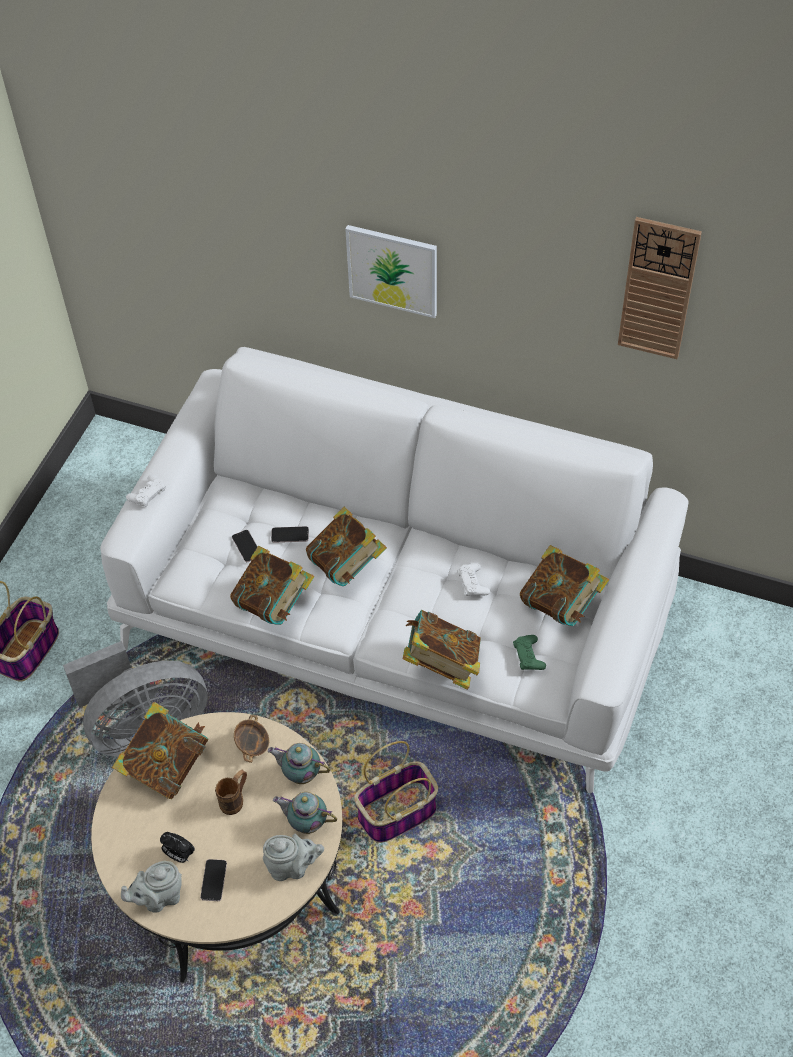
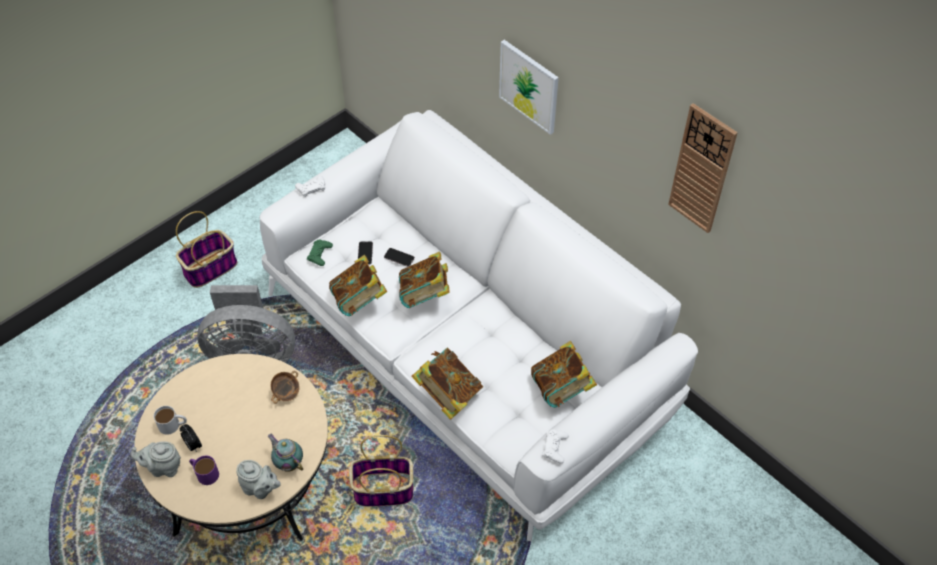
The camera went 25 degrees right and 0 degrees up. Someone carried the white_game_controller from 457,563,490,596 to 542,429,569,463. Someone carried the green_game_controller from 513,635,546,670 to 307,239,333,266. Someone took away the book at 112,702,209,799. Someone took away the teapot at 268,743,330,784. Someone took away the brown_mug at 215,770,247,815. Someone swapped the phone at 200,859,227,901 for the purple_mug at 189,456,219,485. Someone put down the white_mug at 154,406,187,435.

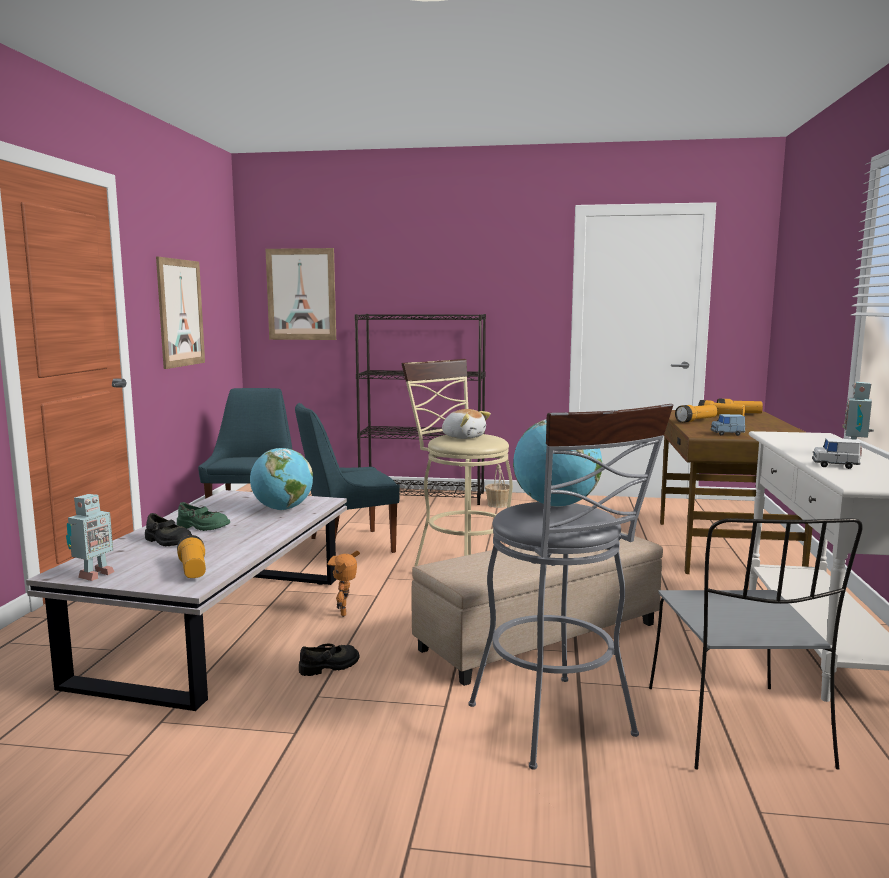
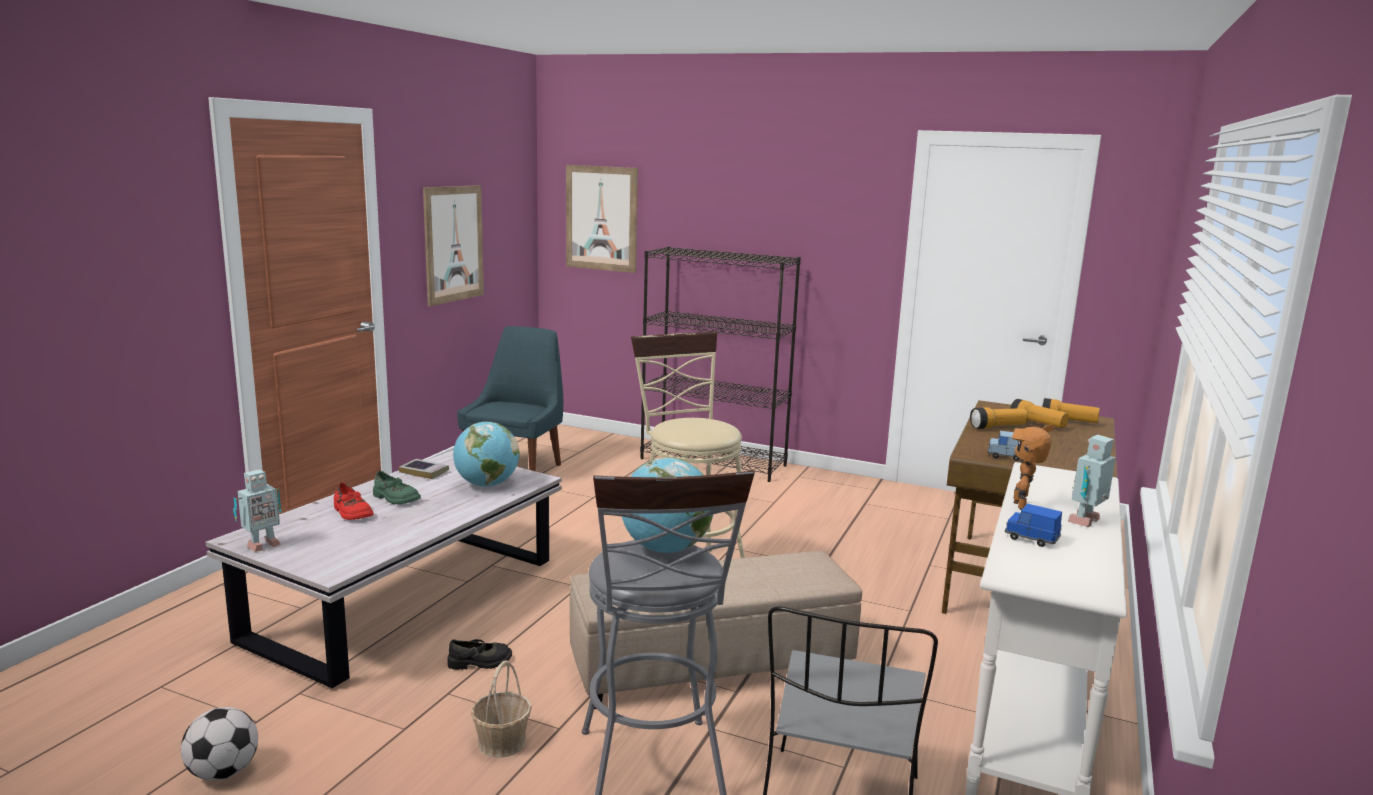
The camera went 15 degrees right and 5 degrees up. Someone took away the blue_chair at 295,403,400,553. Someone took away the plush_toy at 442,409,491,439. Someone repainted the white_toy_car at 812,438,861,469, which became the blue_toy_car at 1005,504,1062,547. Someone carried the basket from 485,464,509,508 to 471,660,532,757. Someone repainted the black_shoe at 145,513,192,546, which became the red_shoe at 333,482,374,520. Someone took away the flashlight at 177,535,206,578. Someone carried the toy_robot from 327,550,360,617 to 1011,424,1054,510. Someone put down the book at 399,459,449,479. Someone put down the football at 181,707,258,781.

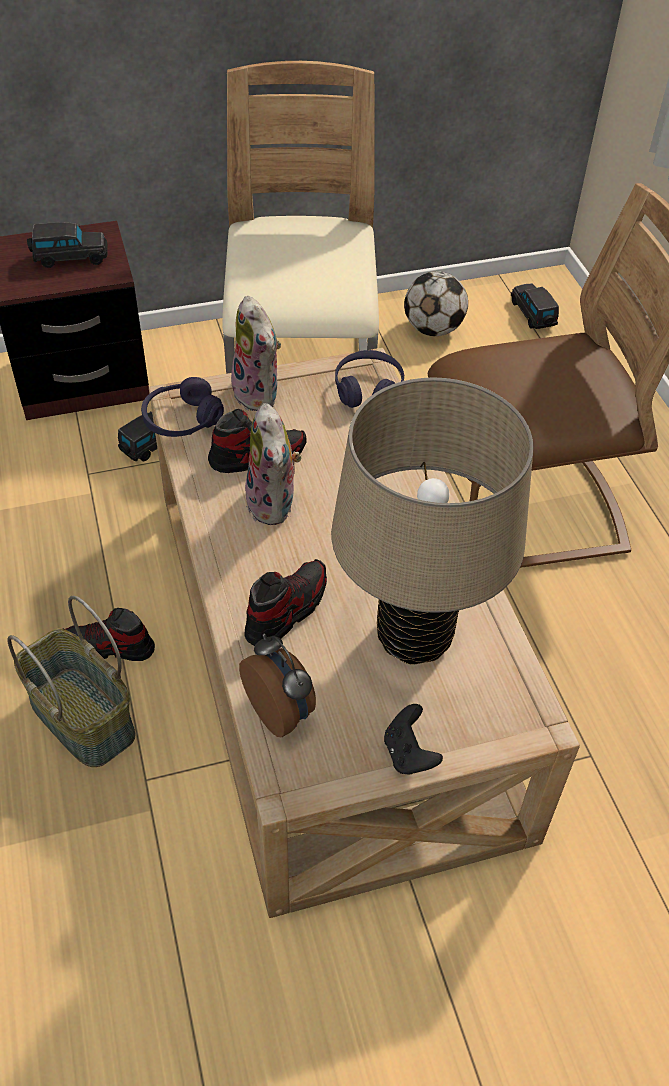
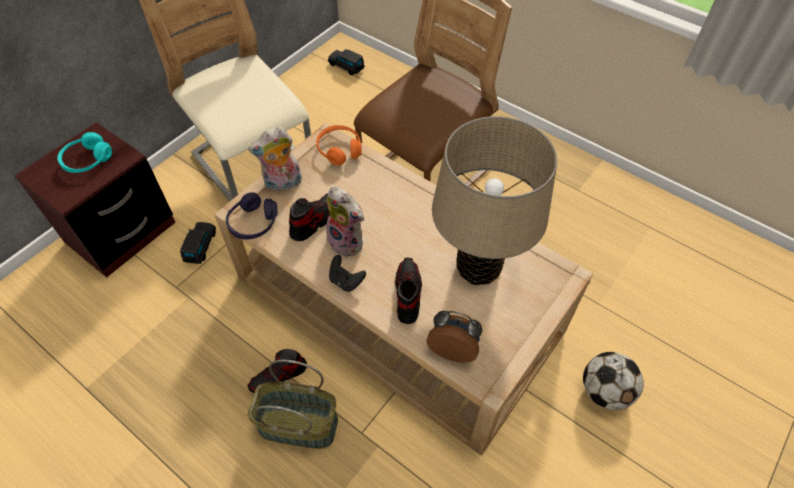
The camera went 35 degrees left and 5 degrees up. Someone swapped the black_toy_car at 27,222,108,268 for the turquoise_headphones at 57,132,112,173. Someone carried the football from 404,271,468,336 to 583,352,644,410. Someone rotated the plush_toy at 229,296,281,411 by 135 degrees clockwise. Someone repainted the purple_headphones at 335,350,404,408, which became the orange_headphones at 316,125,362,165. Someone carried the black_game_controller from 384,704,443,775 to 329,255,366,292.

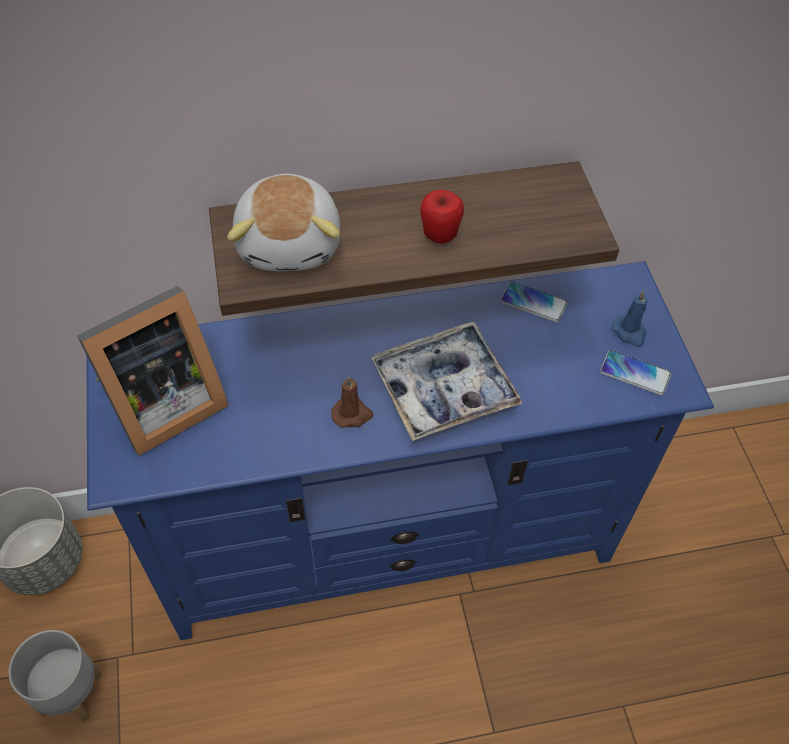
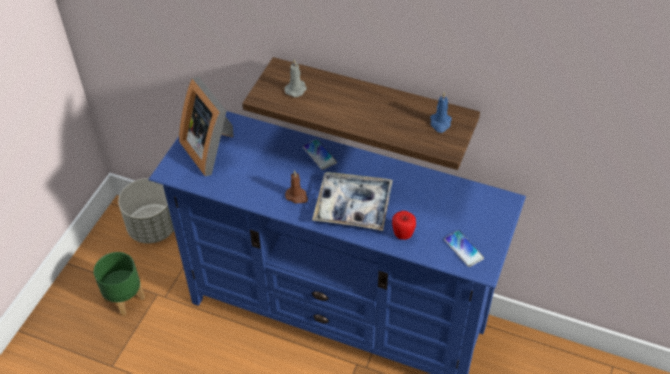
The camera went 35 degrees right and 5 degrees down. Someone swapped the plush_toy at 227,174,340,271 for the grey_candle at 284,59,307,97. Someone carried the apple from 420,190,464,243 to 392,211,416,240. Someone carried the phone from 500,281,568,322 to 303,139,337,170. Someone rotated the picture_frame at 77,286,229,456 by 60 degrees clockwise. Someone carried the blue_candle from 612,291,648,347 to 430,92,452,133. Someone repainted the grey_planter at 9,630,103,722, which became the green_planter at 94,252,145,316.

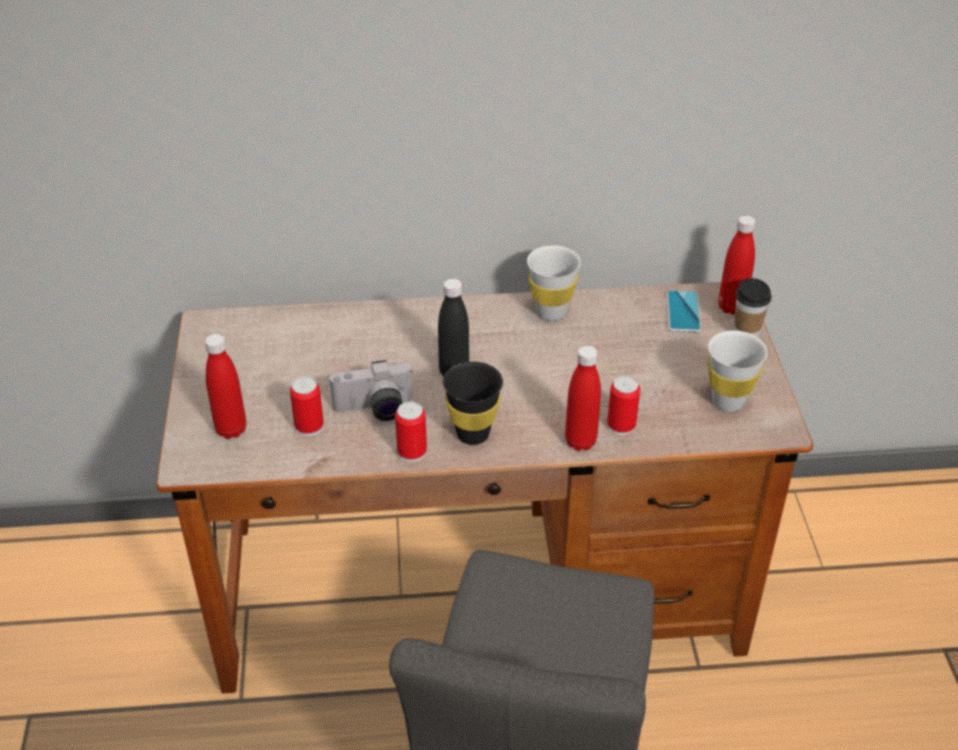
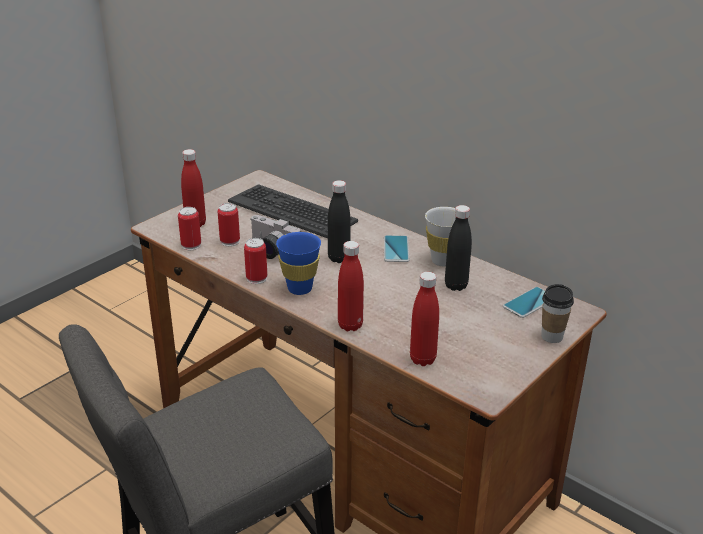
The camera went 45 degrees right and 10 degrees down. Someone carried the red_bottle from 718,215,756,315 to 410,272,439,366. Someone took away the white_cup at 708,330,768,412. Someone repainted the black_cup at 443,362,503,445, which became the blue_cup at 276,232,321,295. Someone carried the can from 607,376,640,435 to 178,207,201,250. Someone put down the keyboard at 228,184,358,239. Someone put down the black_bottle at 445,205,472,291. Someone put down the phone at 384,235,409,262.

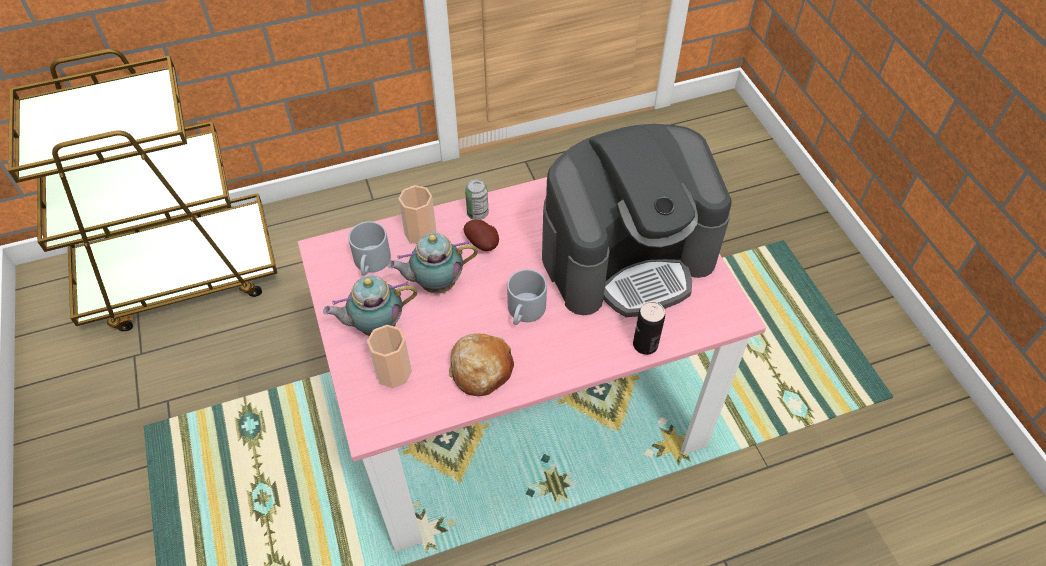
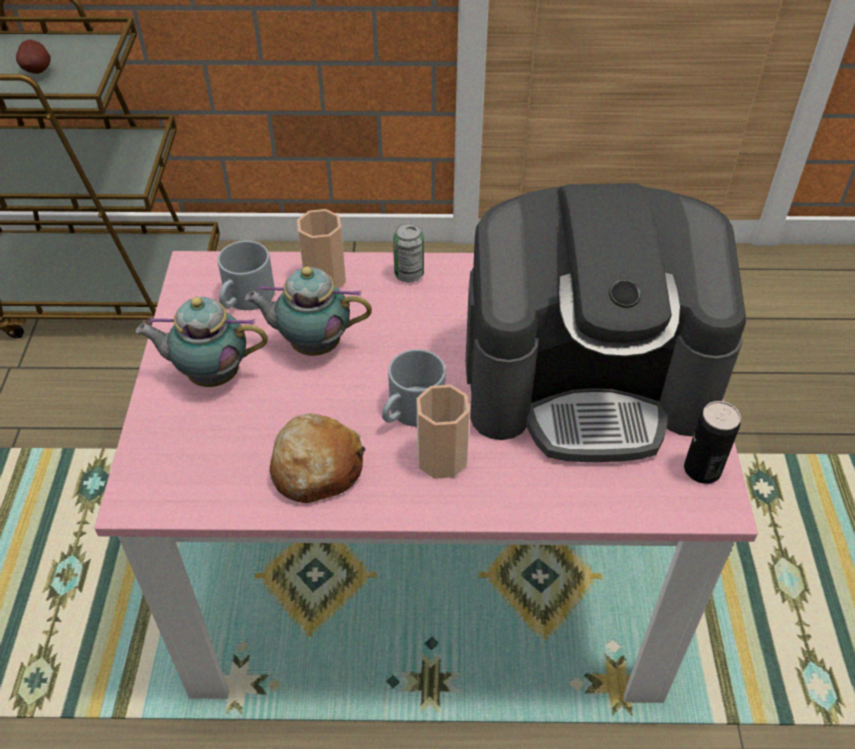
The camera went 20 degrees right and 5 degrees down. Someone carried the potato from 464,220,499,251 to 16,40,51,74. Someone carried the can from 633,301,665,355 to 684,401,741,484. Someone carried the cup from 367,325,412,388 to 417,385,470,479.

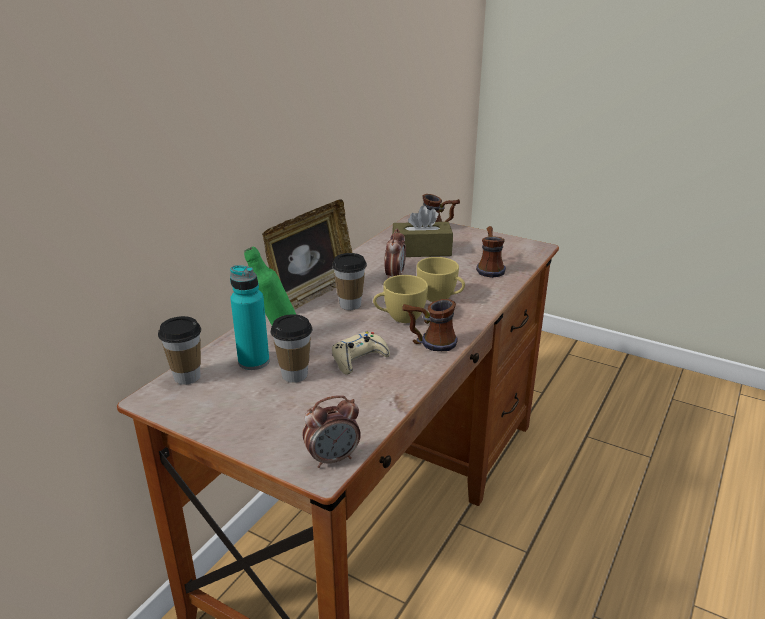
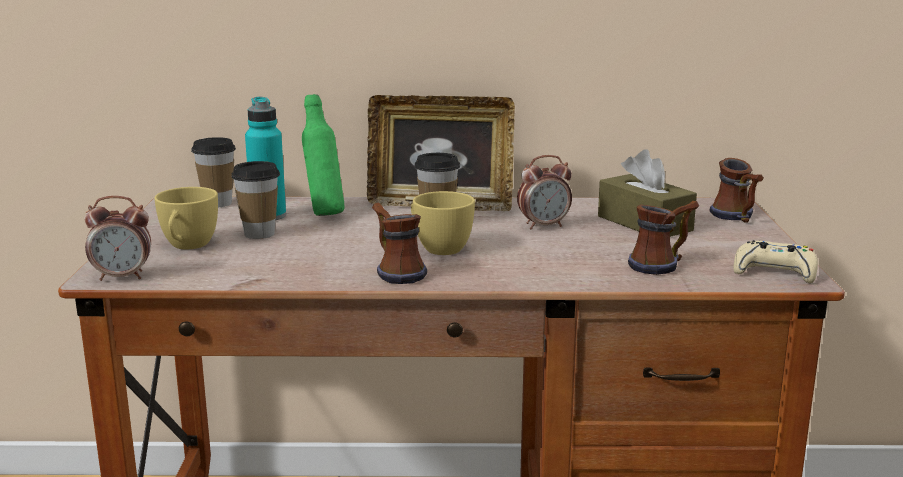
The camera went 60 degrees right and 10 degrees down. Someone carried the yellow_cup from 417,257,465,302 to 154,187,218,249. Someone carried the beige_game_controller from 332,331,390,375 to 733,240,818,283. Someone rotated the alarm_clock at 302,395,361,468 by 45 degrees counterclockwise.

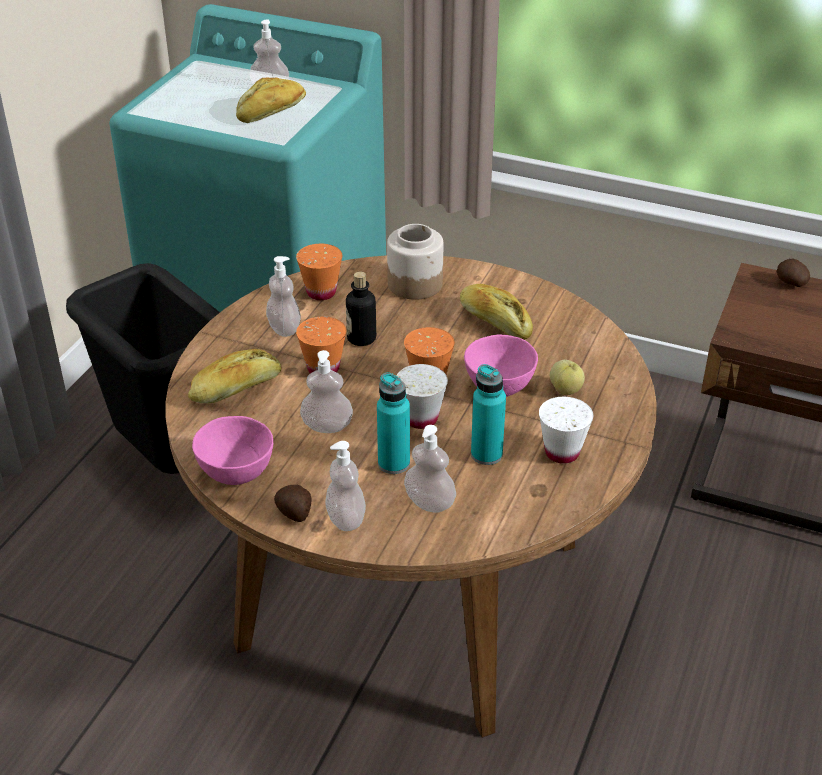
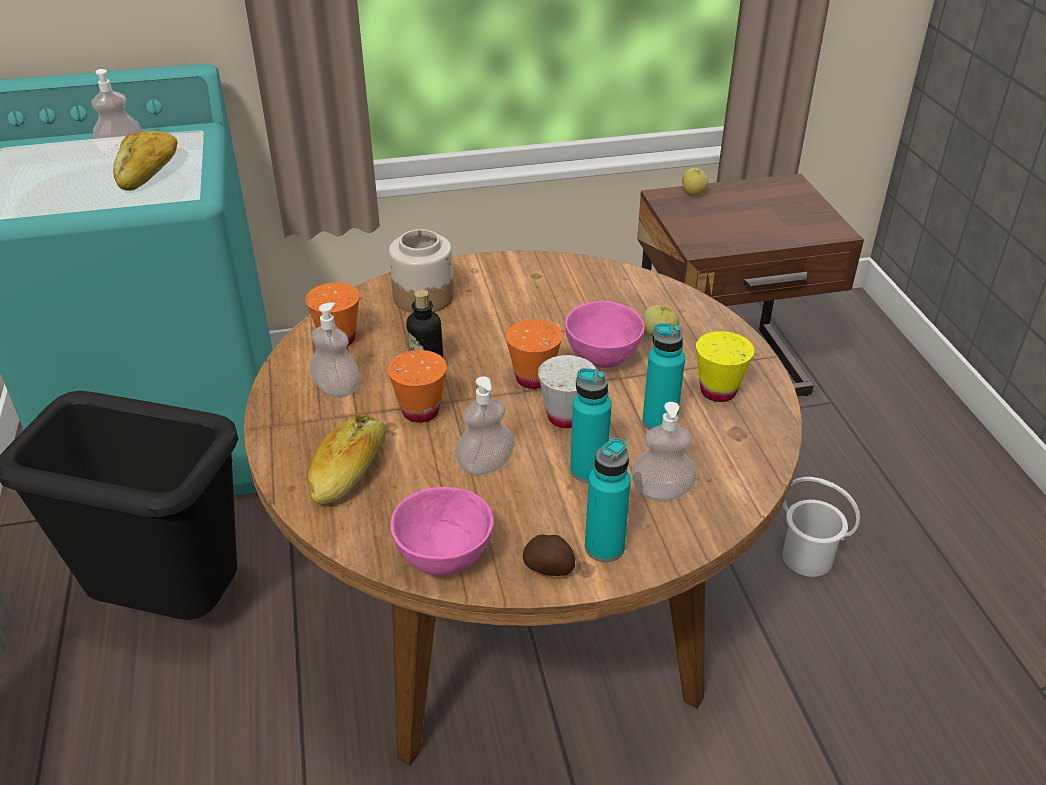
The camera went 35 degrees left and 0 degrees up. Someone swapped the potato at 777,259,810,287 for the apple at 682,168,708,195. Someone took away the bread at 460,284,533,340. Someone repainted the white_cup at 539,397,593,464, which became the yellow_cup at 696,331,754,402. Someone swapped the soap_dispenser at 325,441,366,531 for the turquoise_bottle at 585,438,631,562. Someone put down the white_bucket at 782,477,860,577.

